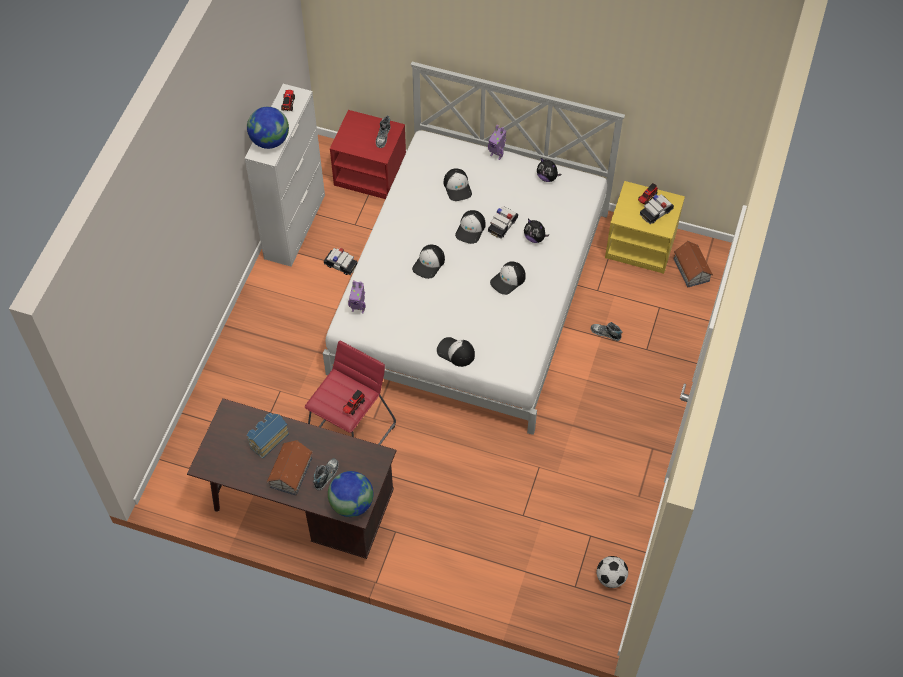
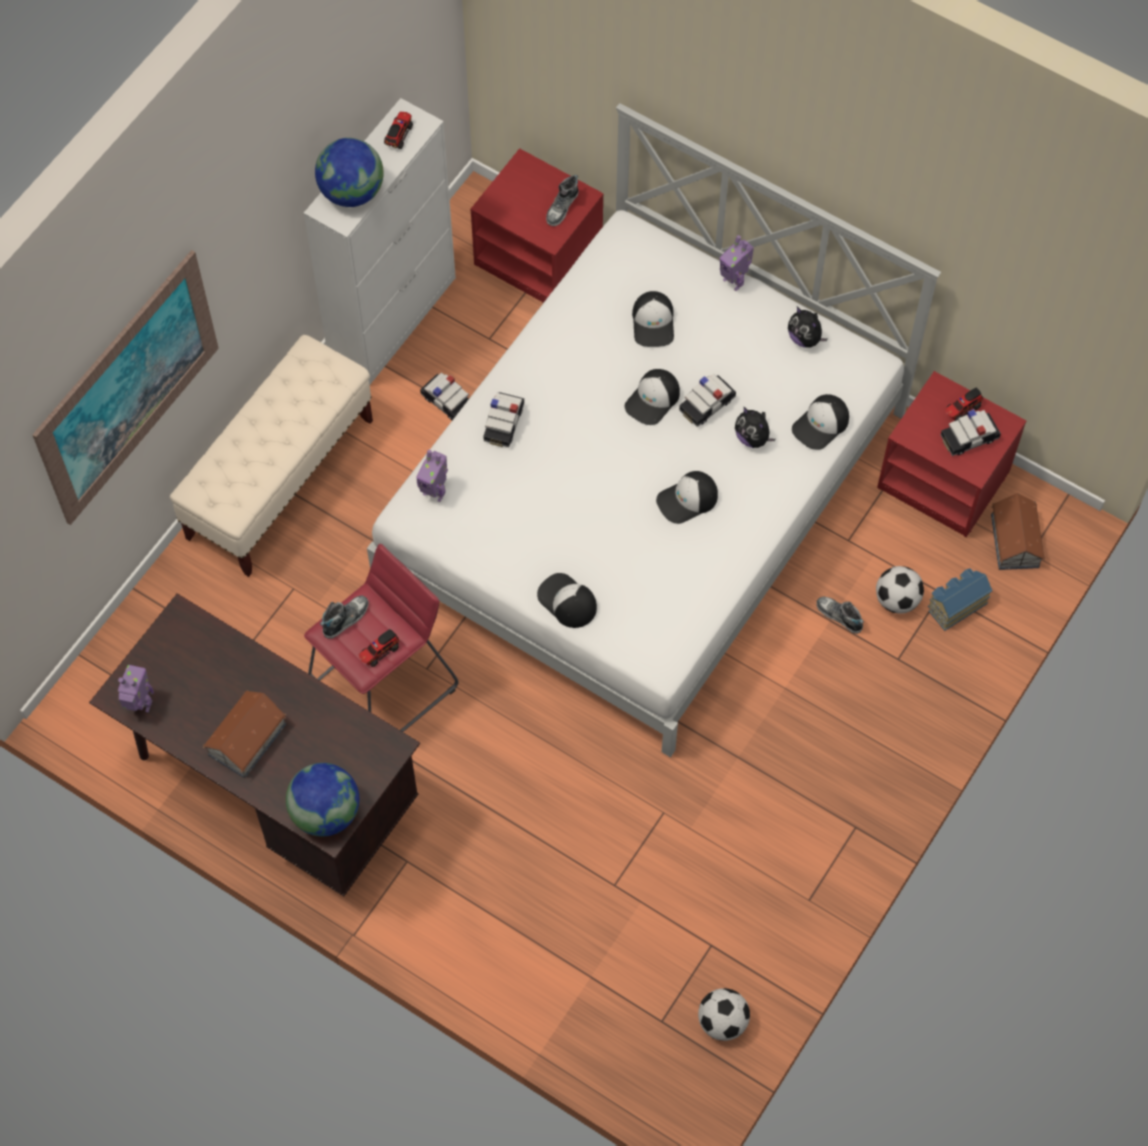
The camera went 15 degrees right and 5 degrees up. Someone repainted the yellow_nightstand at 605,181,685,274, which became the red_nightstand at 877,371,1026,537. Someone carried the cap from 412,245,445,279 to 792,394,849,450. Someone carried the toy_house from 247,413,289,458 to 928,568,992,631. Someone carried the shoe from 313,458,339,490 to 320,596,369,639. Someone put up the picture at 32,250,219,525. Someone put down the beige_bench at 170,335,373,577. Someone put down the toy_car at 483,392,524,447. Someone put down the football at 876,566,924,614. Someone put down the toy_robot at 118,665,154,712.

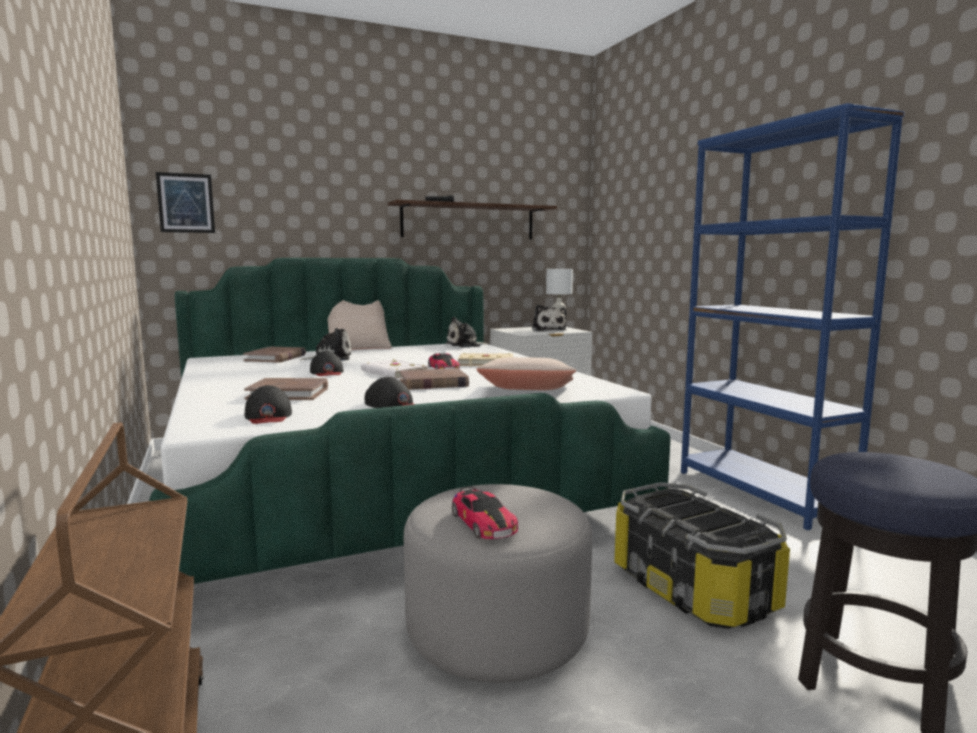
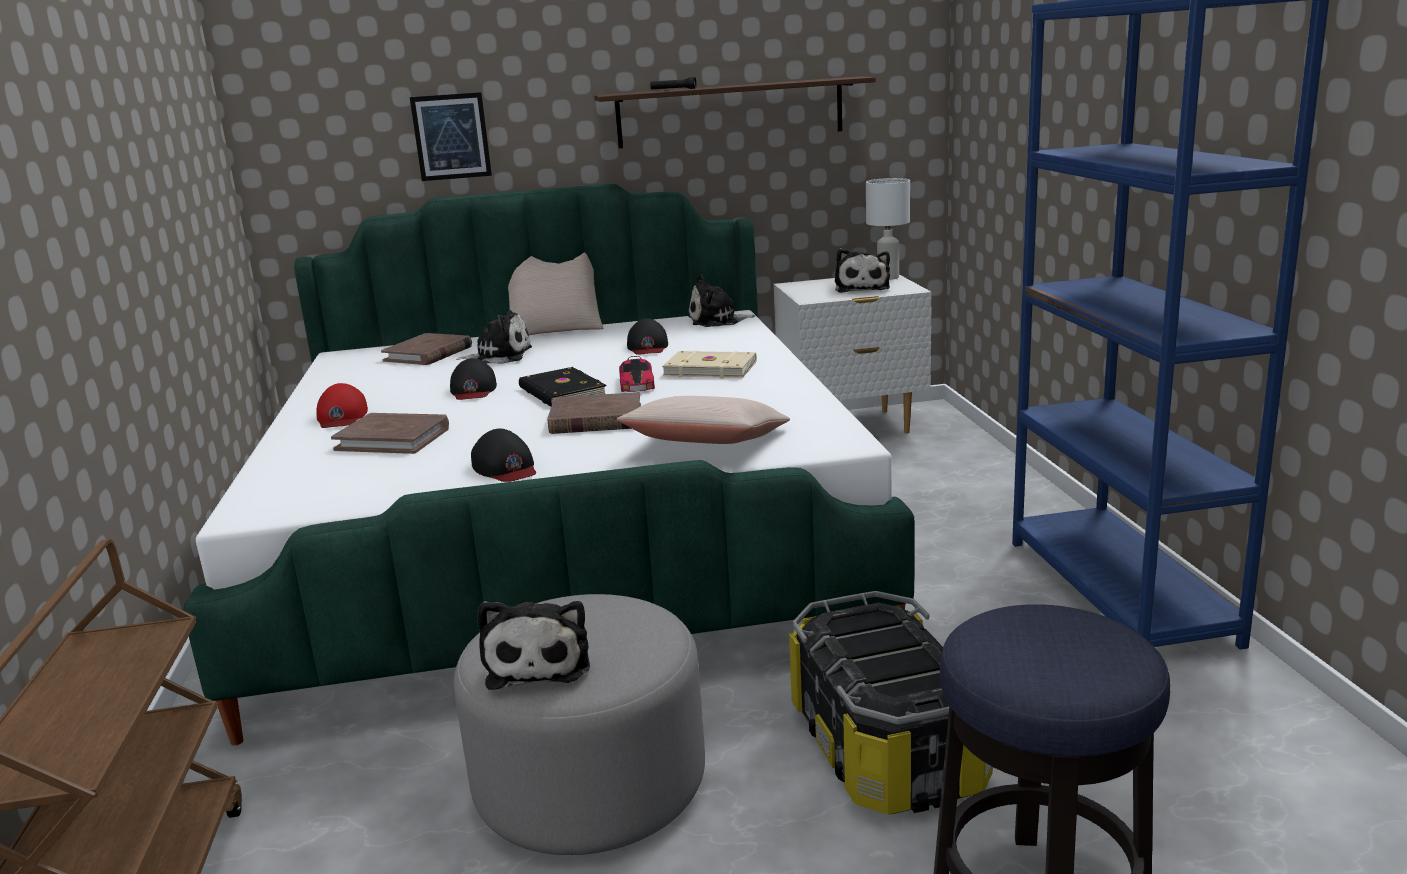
The camera went 15 degrees right and 10 degrees up. Someone carried the picture from 156,172,215,233 to 410,92,492,181. Someone repainted the white_book at 361,359,429,379, which became the black_book at 519,367,606,407. Someone carried the black_cap from 245,385,292,424 to 627,318,668,355. Someone swapped the toy_car at 452,486,518,539 for the plush_toy at 477,601,590,690. Someone put down the red_cap at 317,383,368,428.

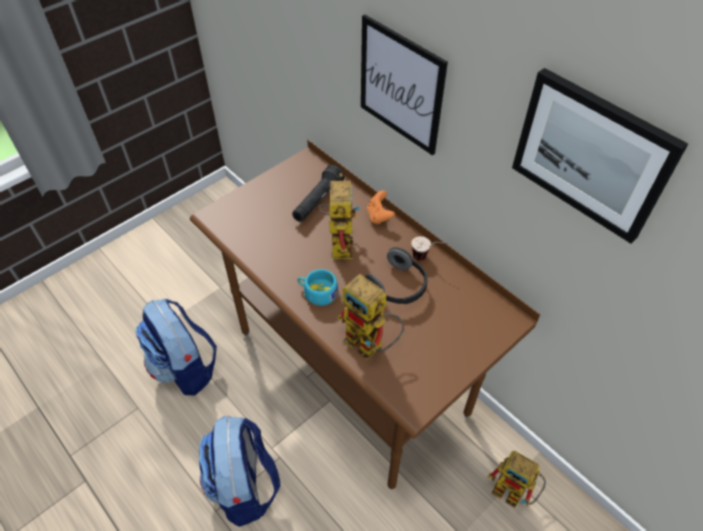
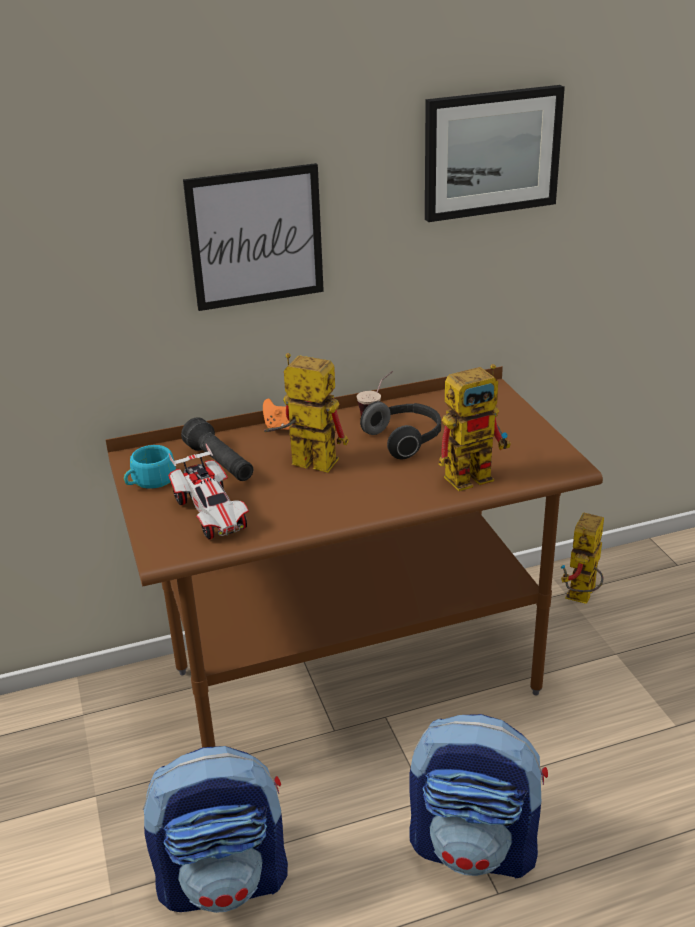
The camera went 65 degrees left and 20 degrees down. Someone carried the turquoise_cup from 297,269,338,306 to 124,445,176,489. Someone rotated the toy_robot at 487,451,546,508 by 150 degrees clockwise. Someone put down the toy_car at 168,444,249,540.

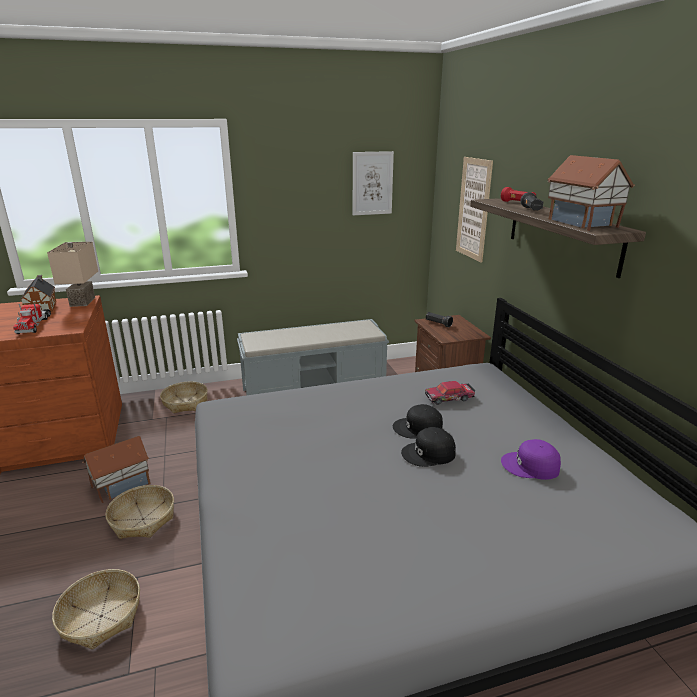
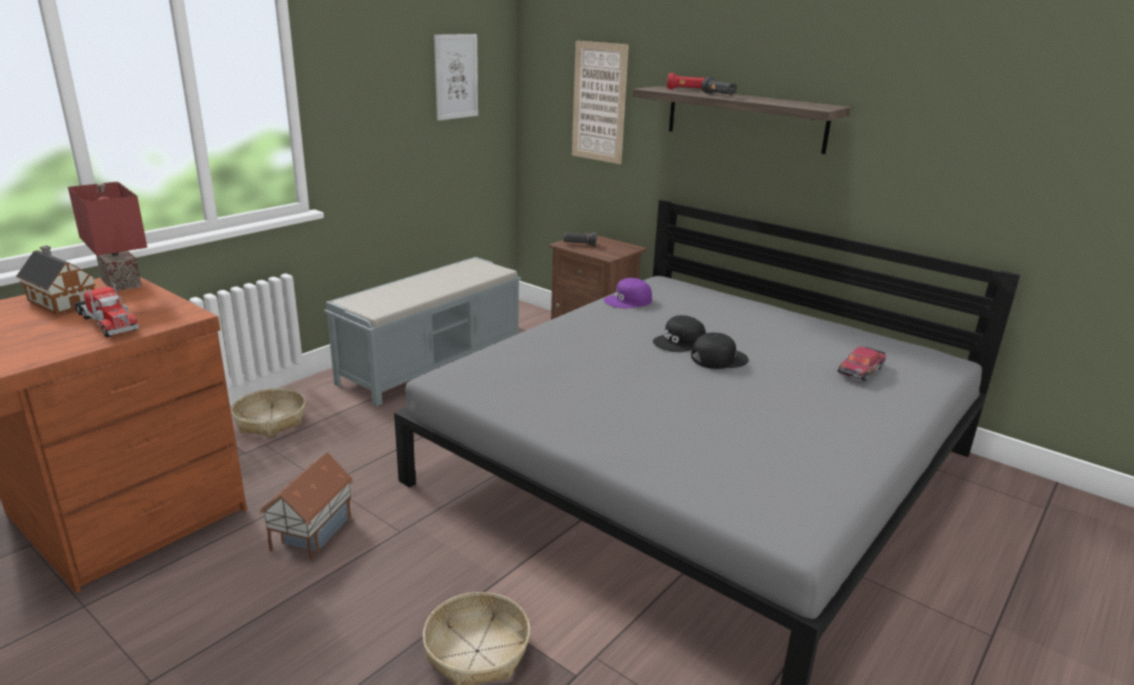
The camera went 35 degrees left and 0 degrees up. Someone took away the toy_house at 547,155,635,231. Someone repainted the beige_table_lamp at 47,242,98,307, which became the red_table_lamp at 68,182,147,291. Someone carried the toy_car from 425,381,475,405 to 838,347,886,381. Someone rotated the black_cap at 401,427,456,467 by 150 degrees counterclockwise. Someone carried the purple_cap from 501,439,561,480 to 604,278,652,308. Someone took away the basket at 105,485,174,539.

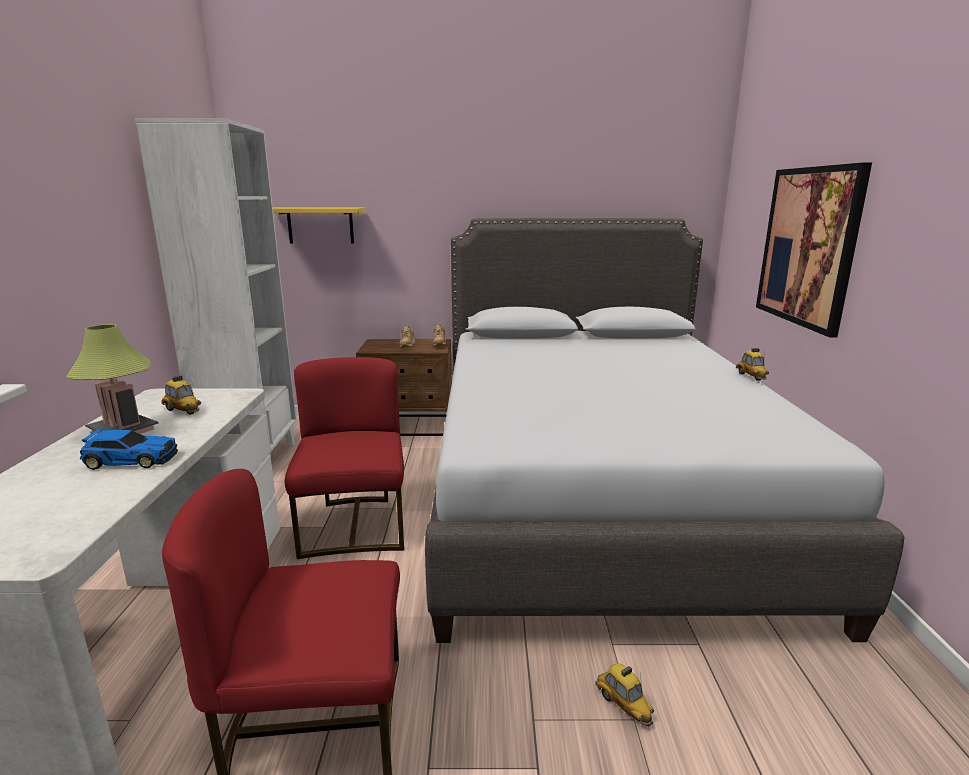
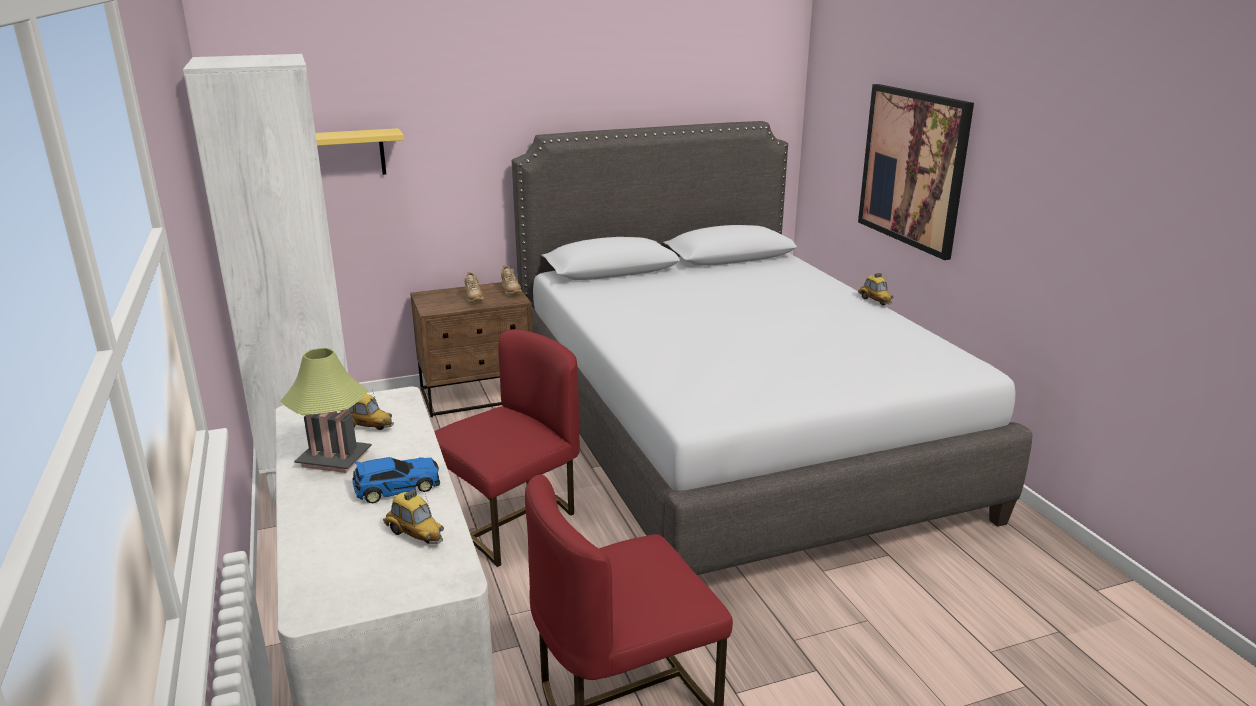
The camera went 20 degrees left and 5 degrees up. Someone rotated the red_chair at 285,357,404,559 by 75 degrees clockwise. Someone carried the toy_car from 595,663,654,727 to 383,489,444,544.

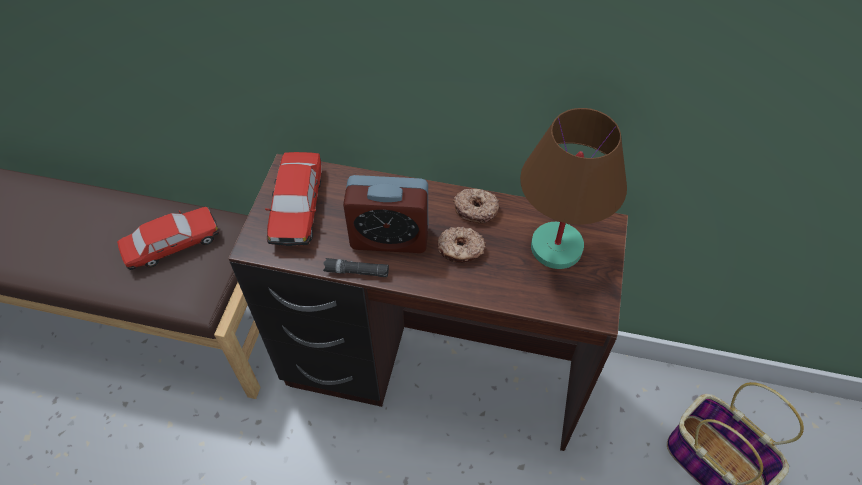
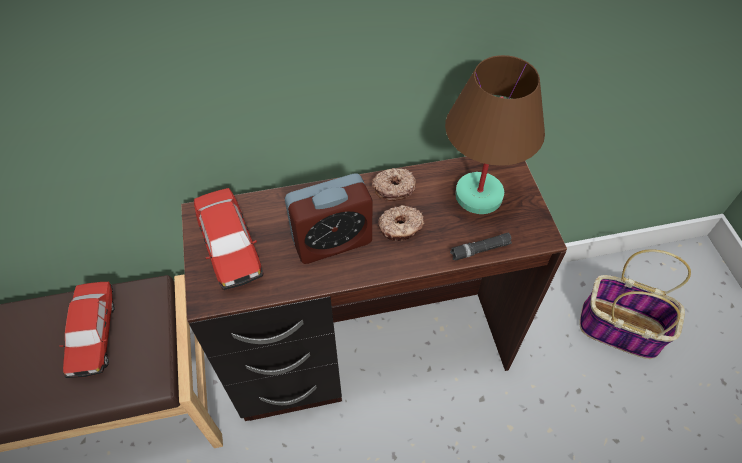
The camera went 25 degrees left and 0 degrees up. Someone rotated the toy_car at 117,207,219,270 by 135 degrees clockwise. Someone carried the black_flashlight from 323,258,389,277 to 450,233,512,260.

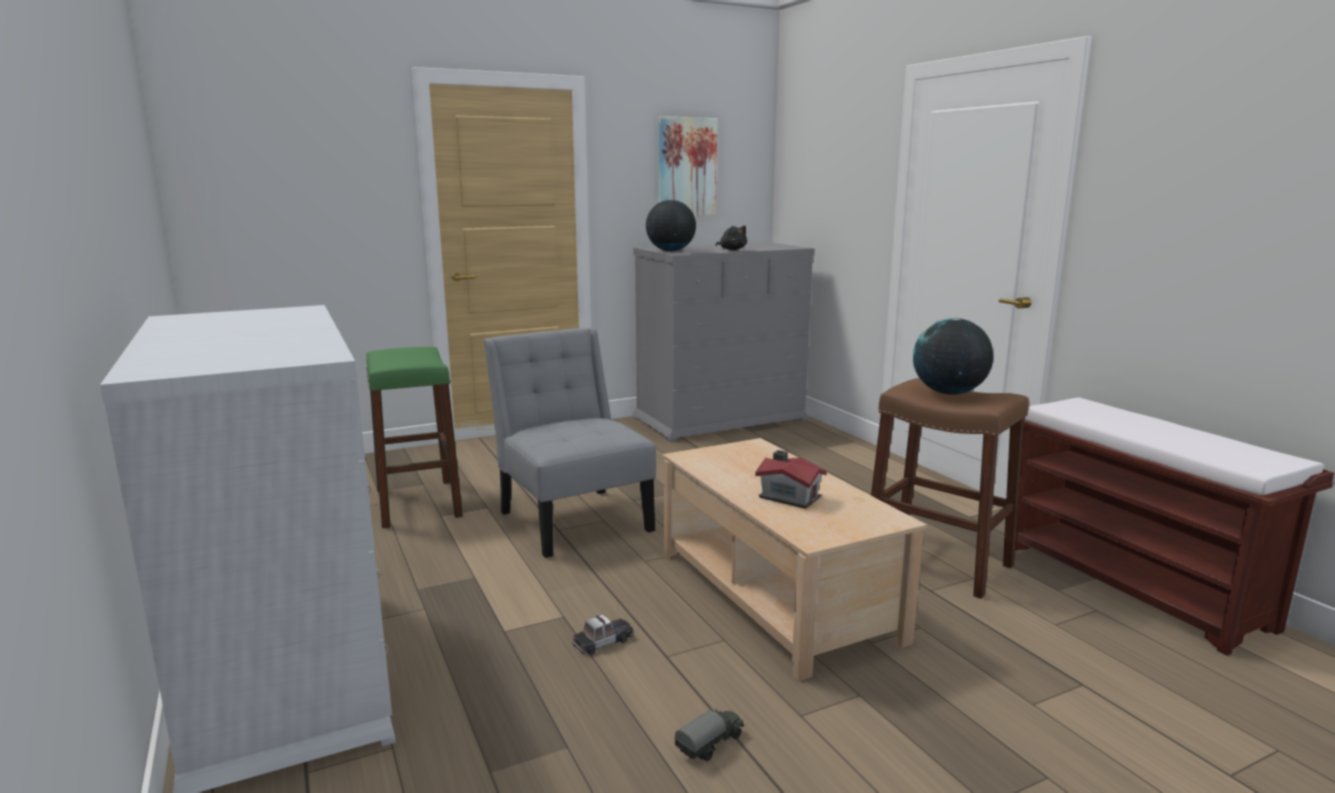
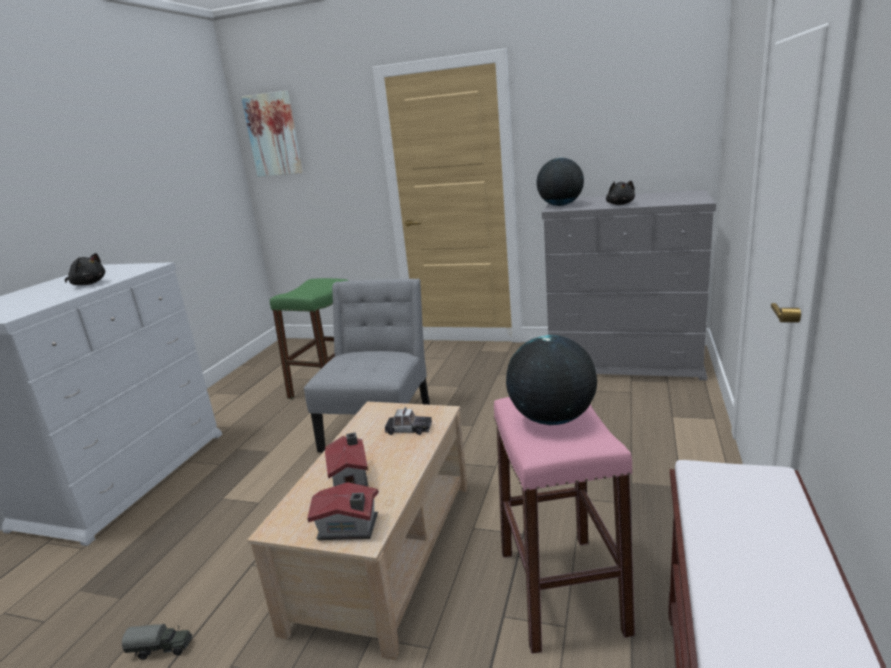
The camera went 45 degrees right and 5 degrees up. Someone carried the picture from 659,116,717,216 to 241,91,303,177. Someone repainted the brown_stool at 871,378,1029,599, which became the pink_stool at 493,397,635,654. Someone carried the toy_car from 572,614,634,655 to 385,407,432,435. Someone put down the black_plush_toy at 65,253,105,285. Someone put down the toy_house at 307,482,379,540.

